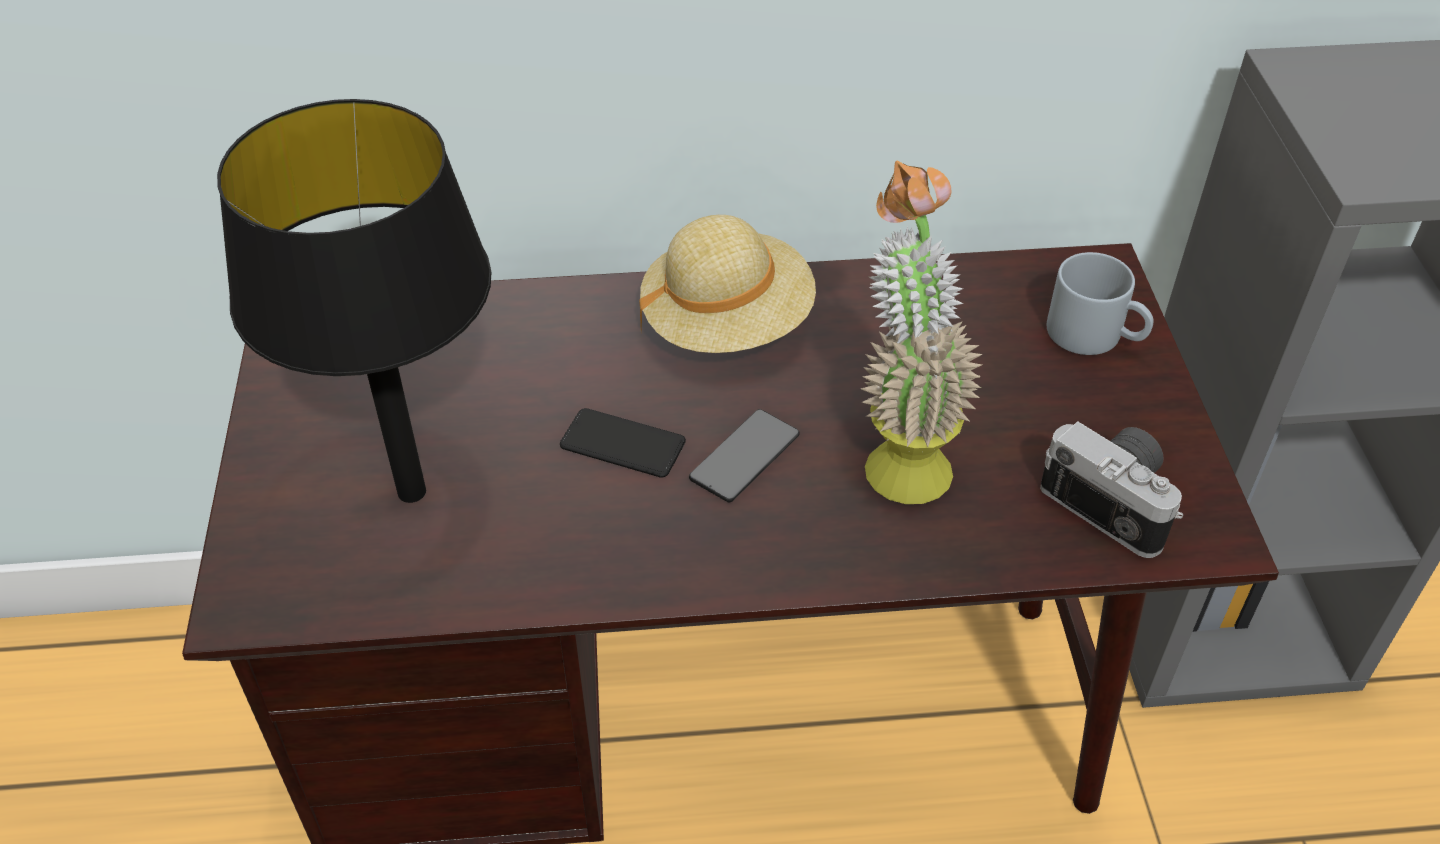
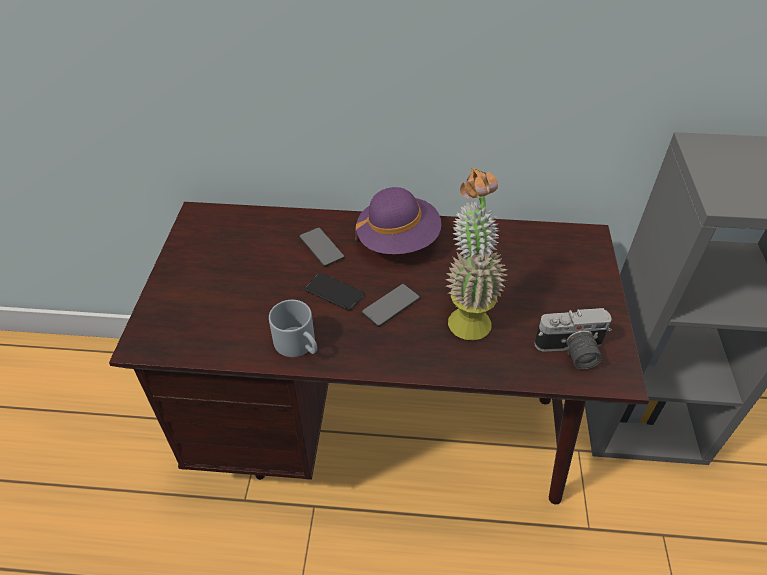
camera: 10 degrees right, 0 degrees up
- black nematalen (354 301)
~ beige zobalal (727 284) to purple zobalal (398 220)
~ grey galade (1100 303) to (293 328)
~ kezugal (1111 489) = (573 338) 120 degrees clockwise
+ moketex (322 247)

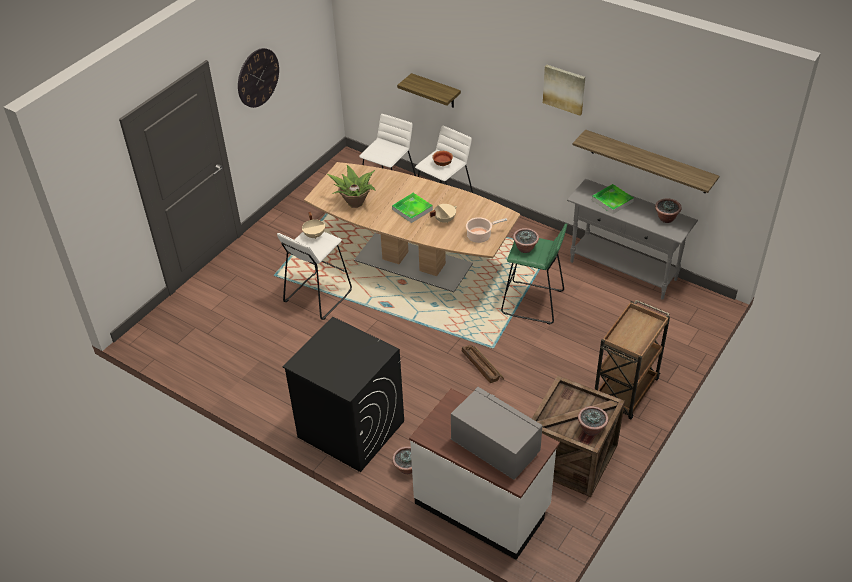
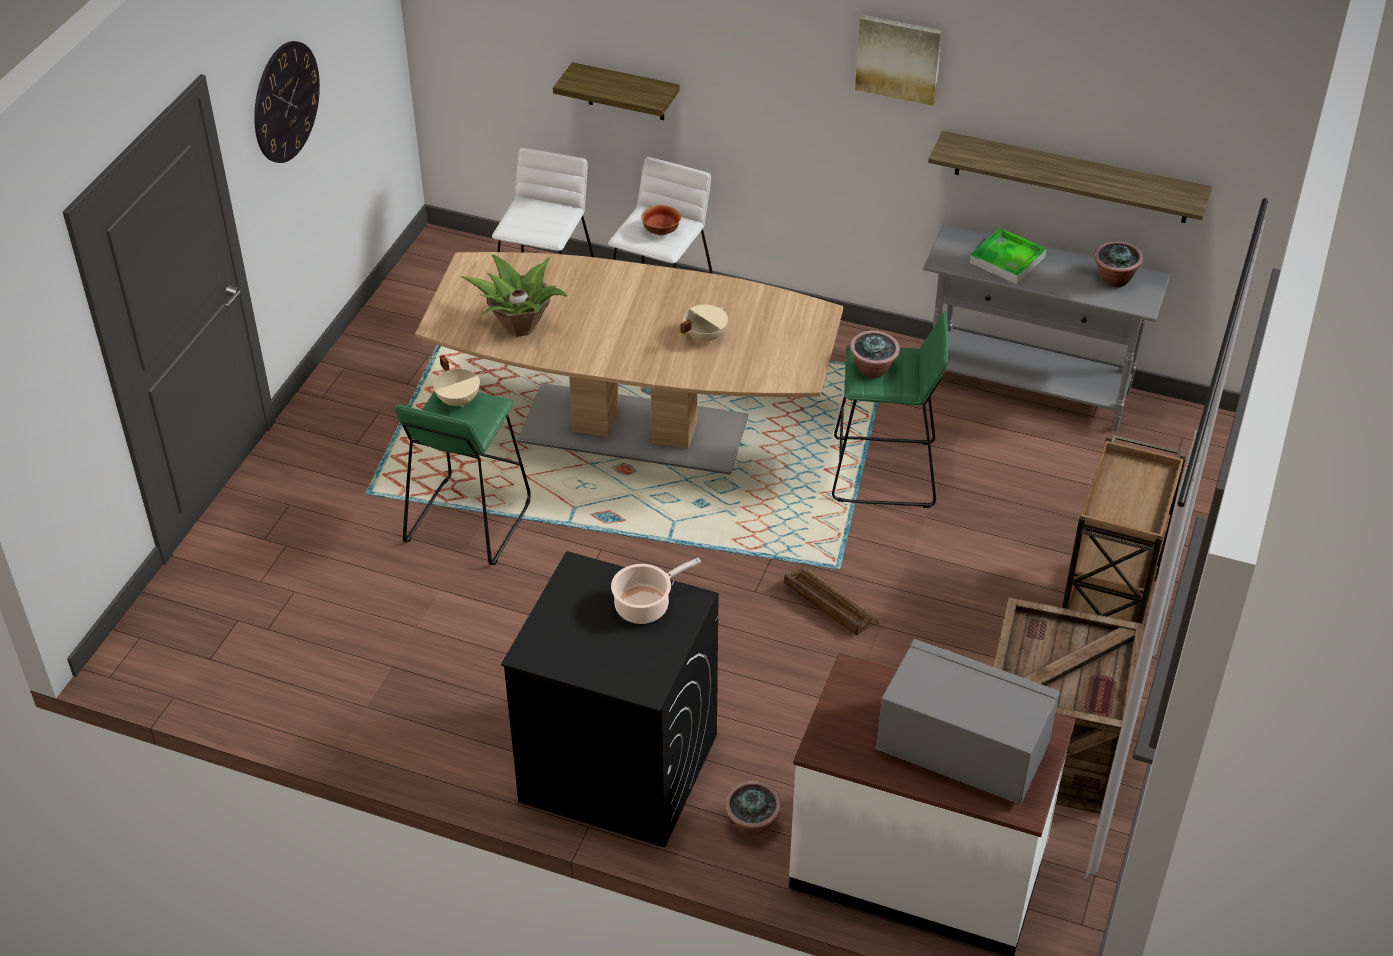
camera: 15 degrees left, 0 degrees up
- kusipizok (412 208)
~ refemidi (486 230) to (656 591)
~ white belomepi (314 276) to green belomepi (462 478)
- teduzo (593 421)

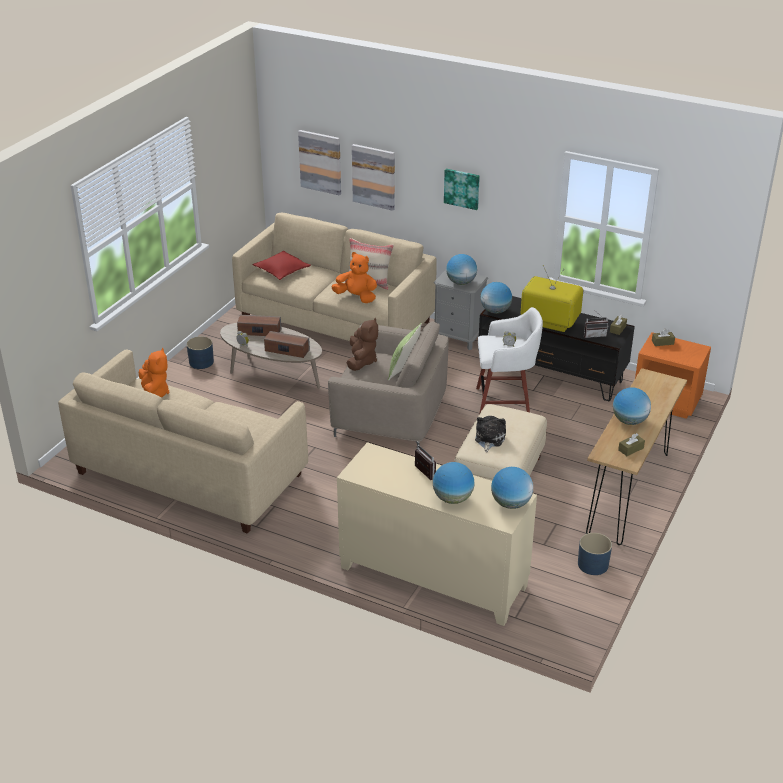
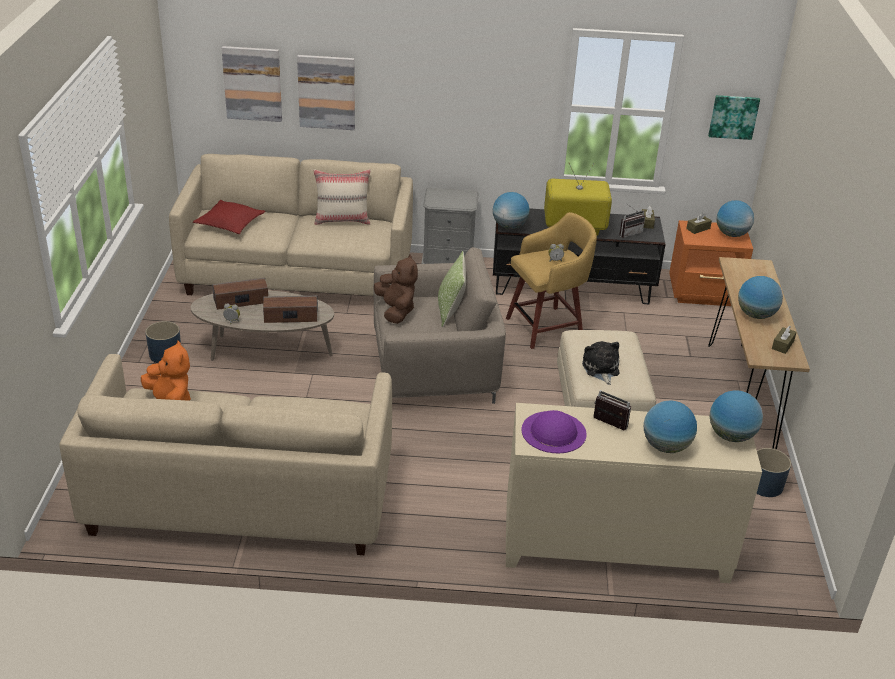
camera: 25 degrees left, 0 degrees up
~ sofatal (462 189) to (734 117)
- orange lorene (354 277)
~ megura (461 269) to (735 218)
~ white belomepi (509 360) to yellow belomepi (551 280)
+ purple zobalal (554 431)

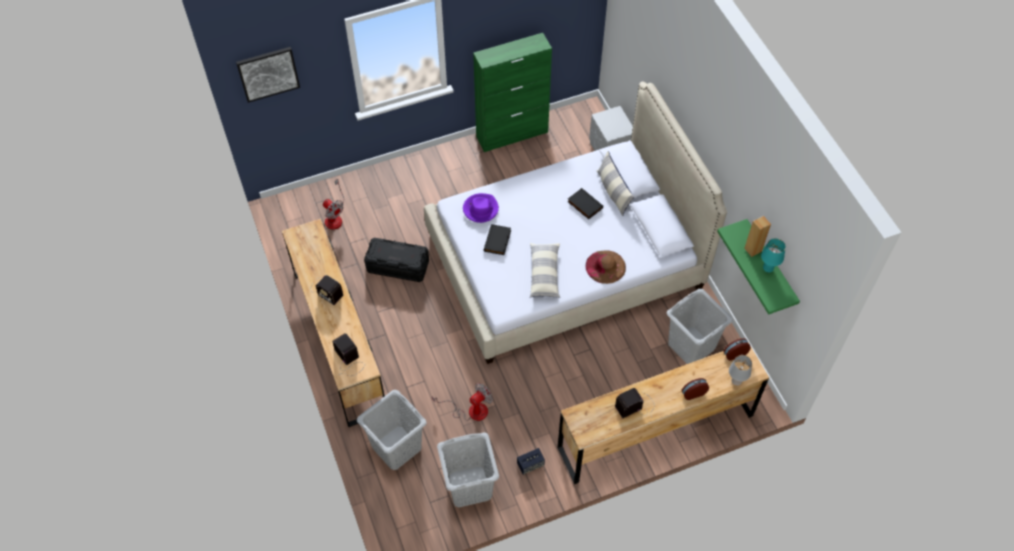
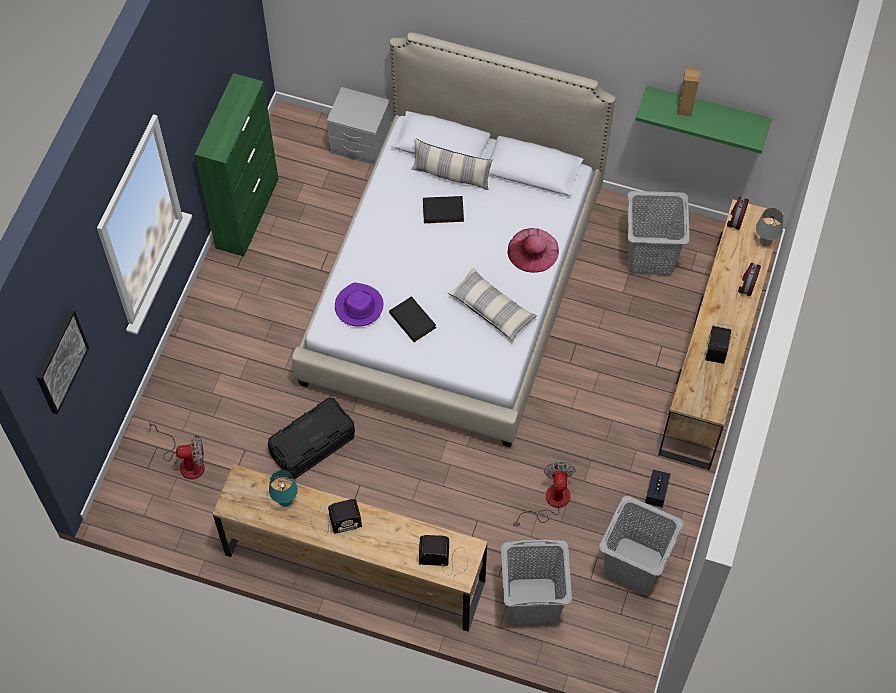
camera: 50 degrees left, 5 degrees up
~ turquoise nematalen (773 255) to (283 488)
~ brown zobalal (605 267) to pink zobalal (533 250)

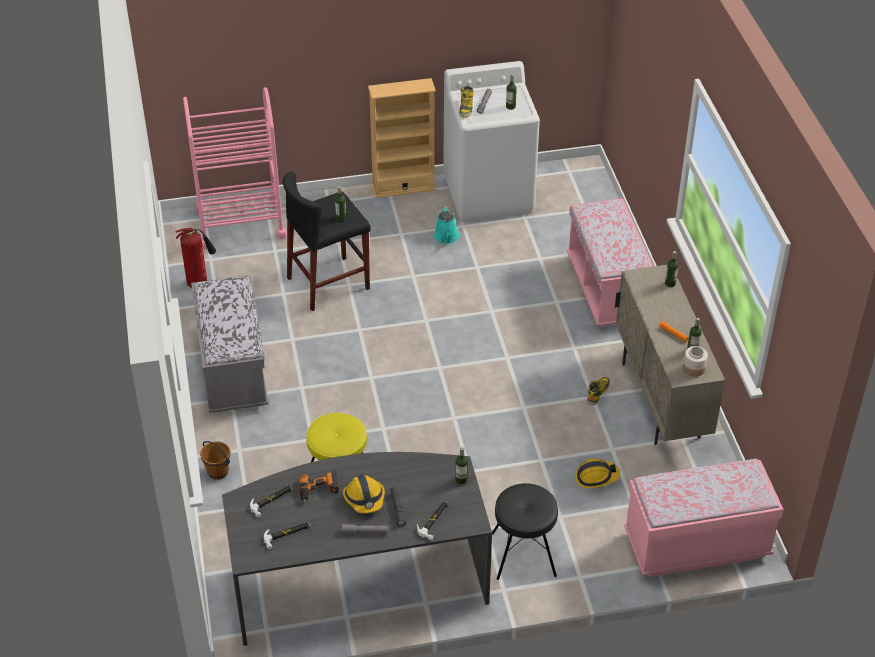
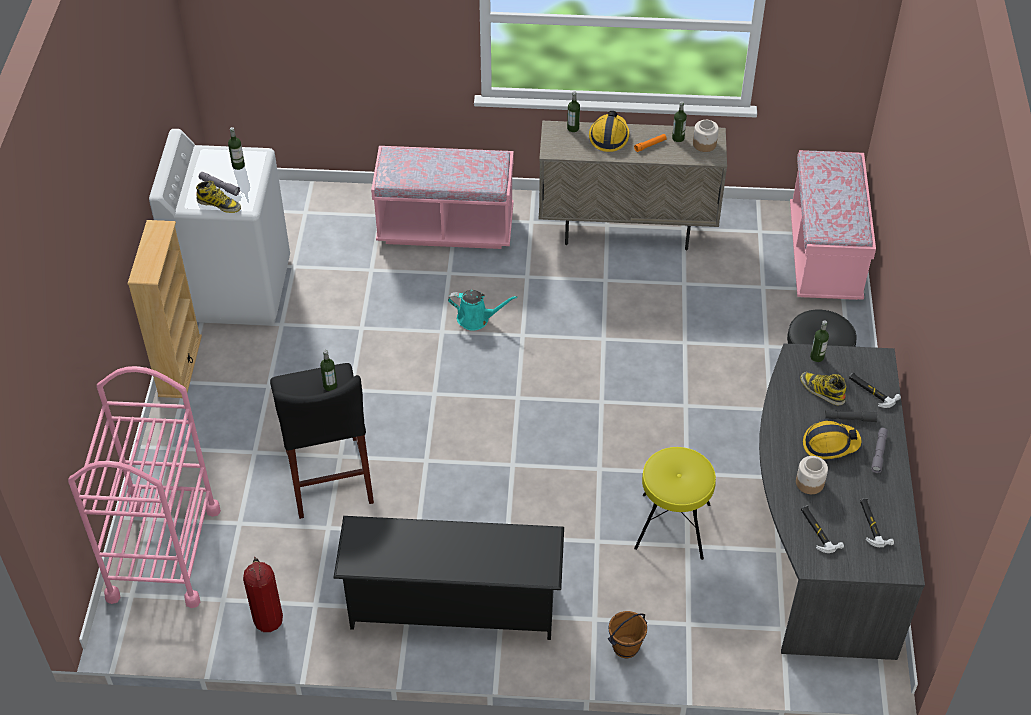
camera: 75 degrees left, 5 degrees up
~ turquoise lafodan (446 225) to (483 310)
~ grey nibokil (230 344) to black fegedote (448 578)
~ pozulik (598 391) to (823 388)
~ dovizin (597 473) to (609 131)
~ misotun (319 486) to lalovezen (812 475)

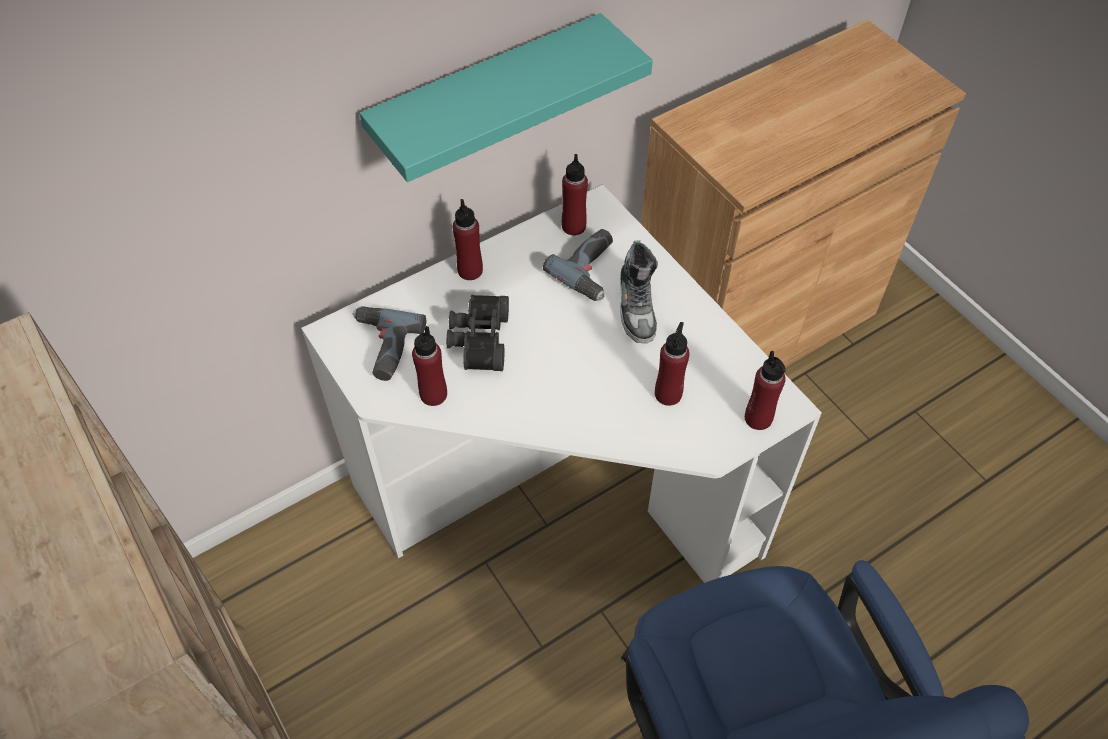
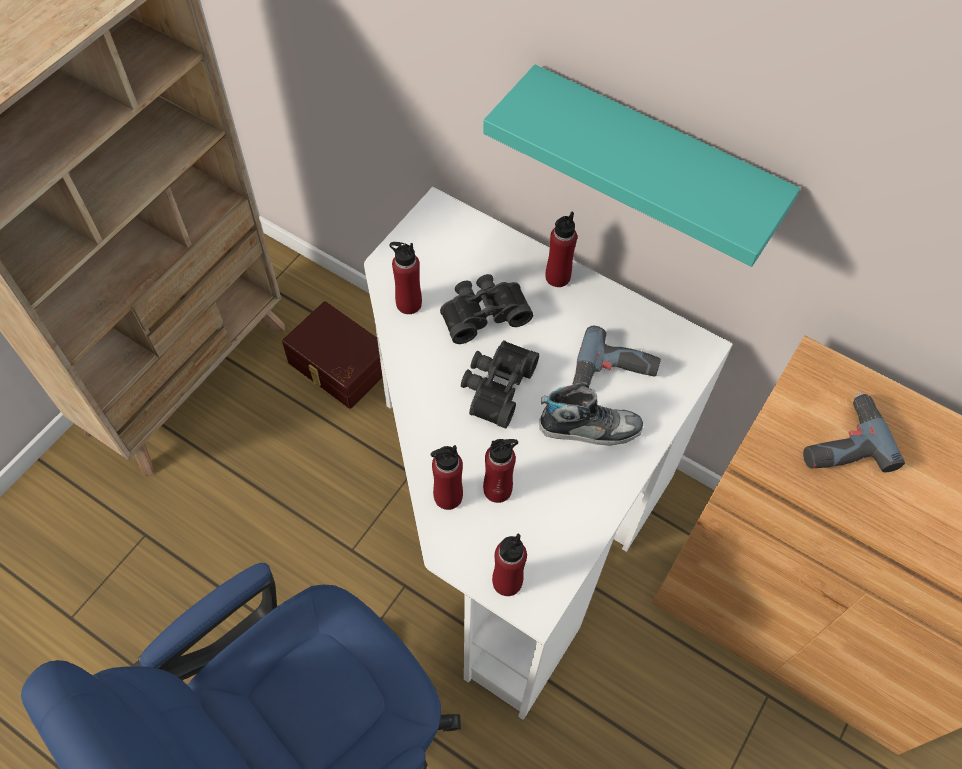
camera: 65 degrees right, 5 degrees up
~ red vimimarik (575 194) to (447 477)
~ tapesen (639 292) = (591 414) 150 degrees counterclockwise
~ misotun (389 343) to (854 432)
+ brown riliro (332 355)
+ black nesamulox (500 384)

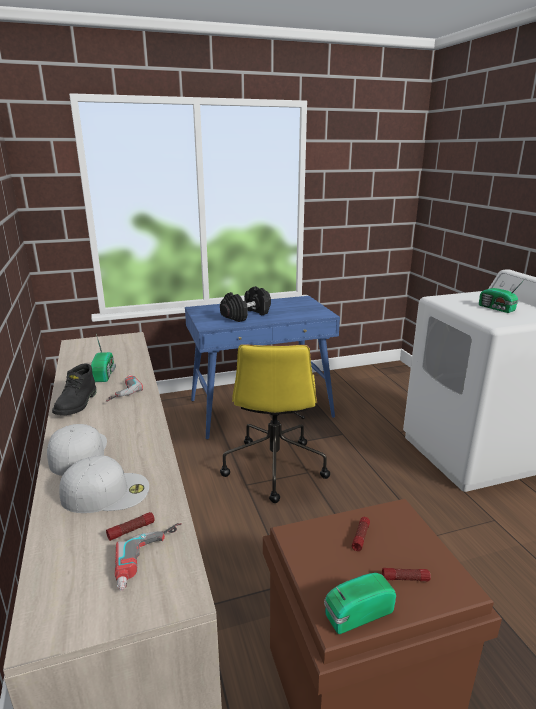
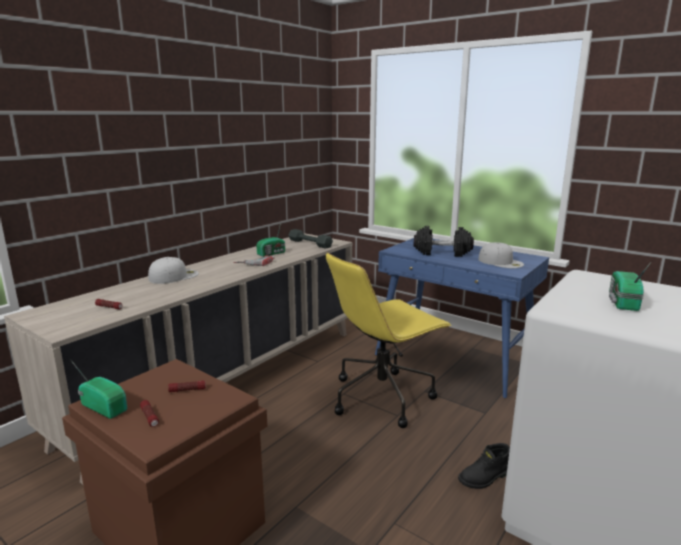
camera: 55 degrees right, 5 degrees down
~ black pozulik (74 389) to (484 466)
~ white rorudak (104 484) to (501 255)
- misotun (148 557)
+ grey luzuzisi (310 239)

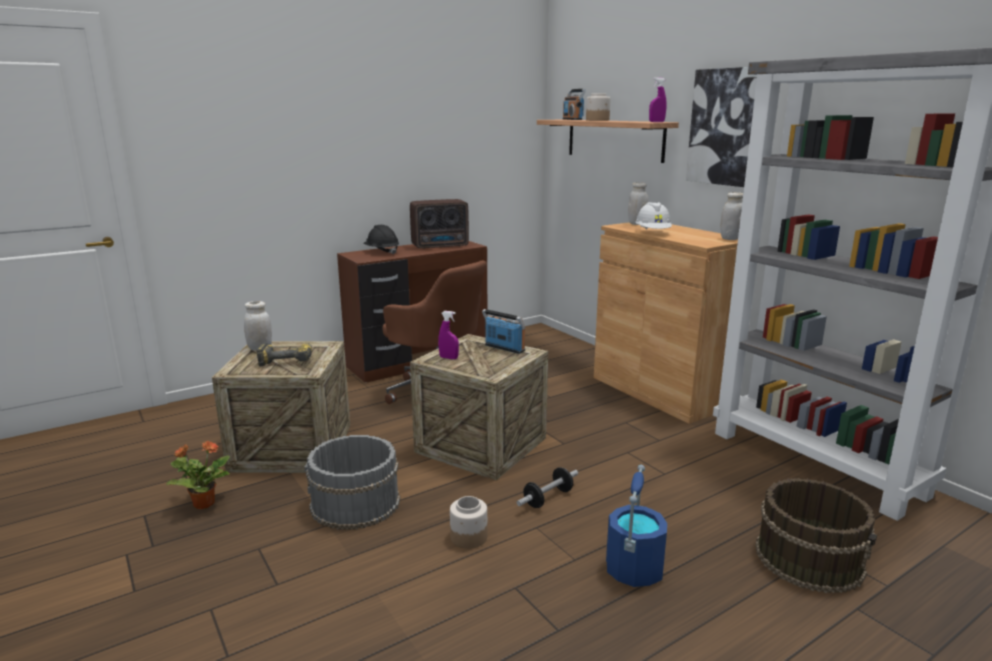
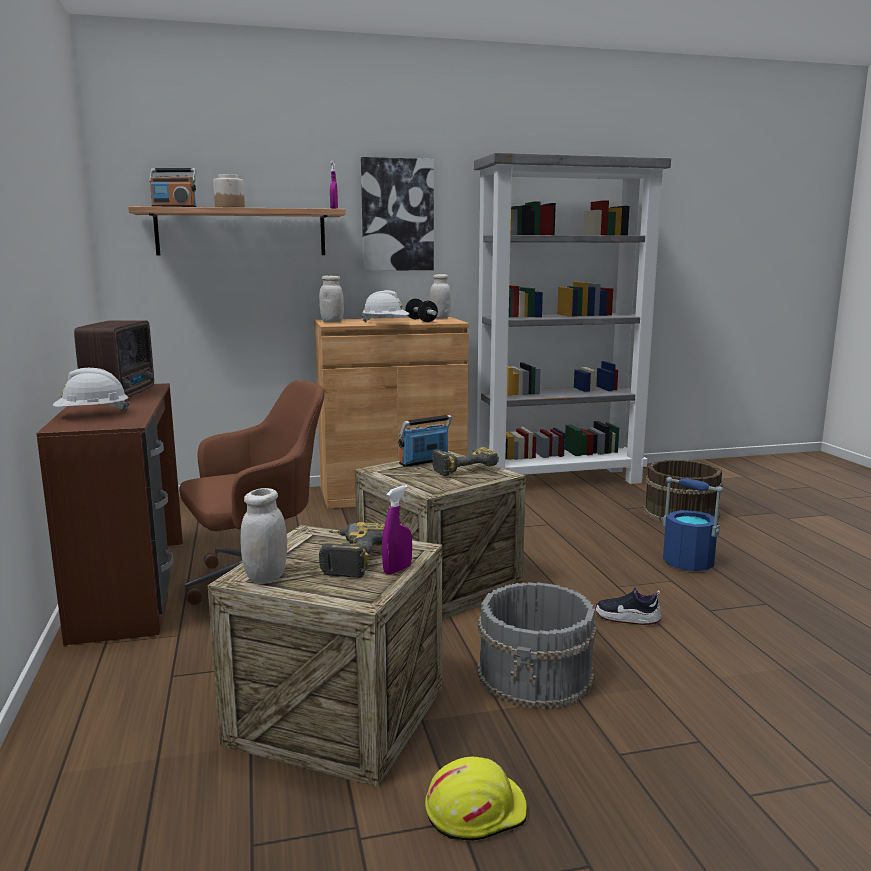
camera: 70 degrees left, 5 degrees down
~ black dovizin (381 240) to white dovizin (91 390)
~ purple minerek (448 335) to (397 530)
~ teduzo (198 475) to yellow dovizin (476 799)
~ luzuzisi (547 487) to (421 310)
~ lalovezen (468 522) to tapesen (628 606)
+ misotun (465 461)

